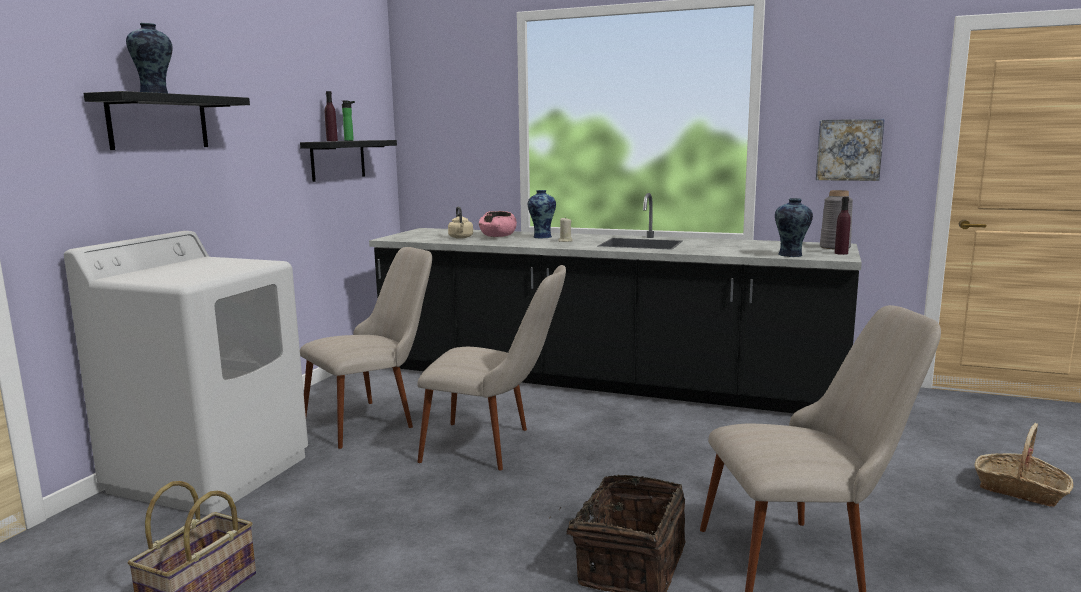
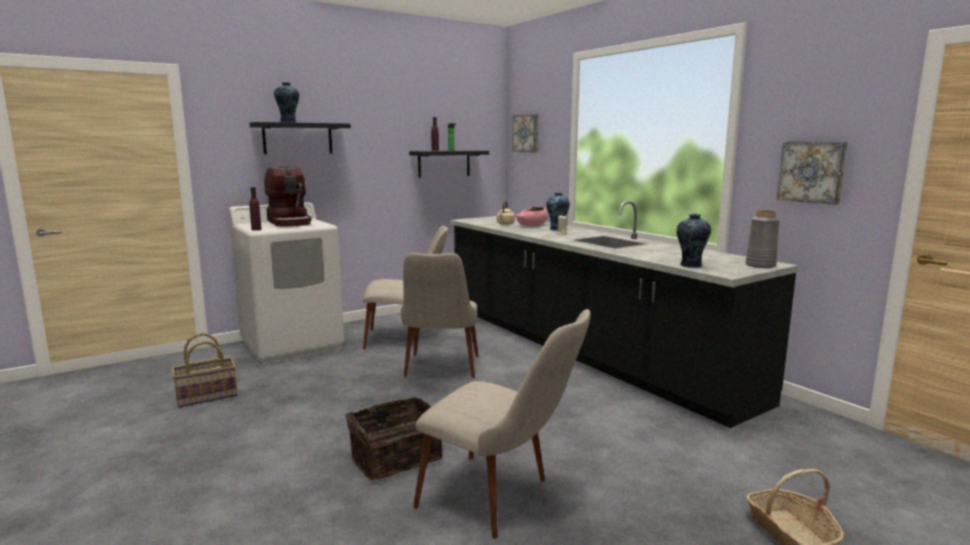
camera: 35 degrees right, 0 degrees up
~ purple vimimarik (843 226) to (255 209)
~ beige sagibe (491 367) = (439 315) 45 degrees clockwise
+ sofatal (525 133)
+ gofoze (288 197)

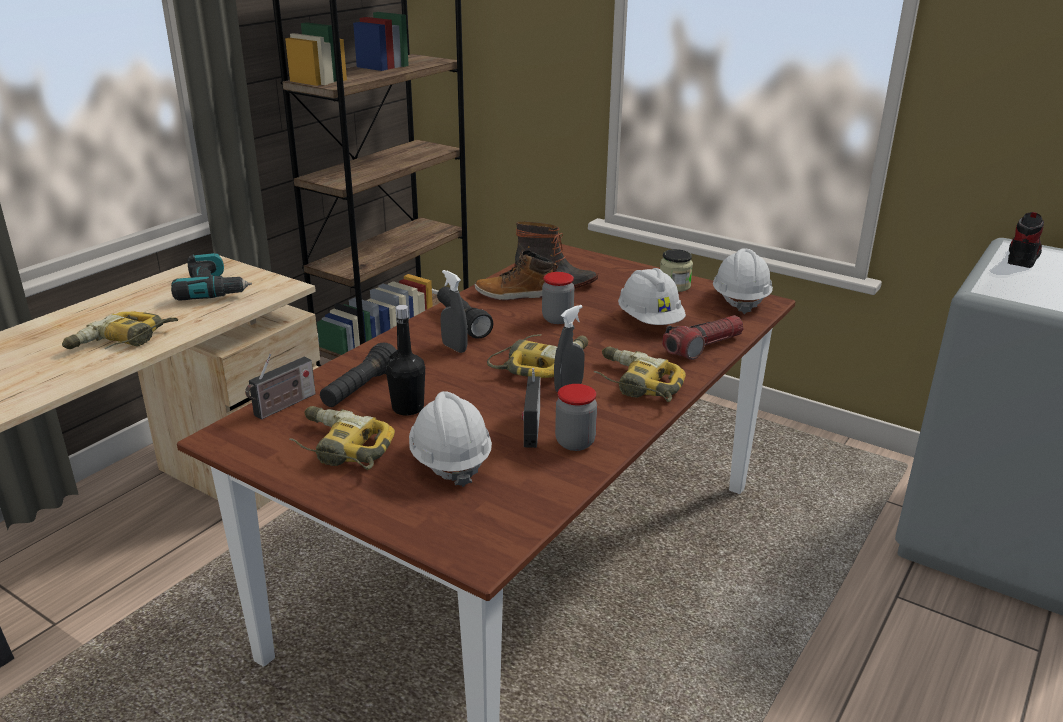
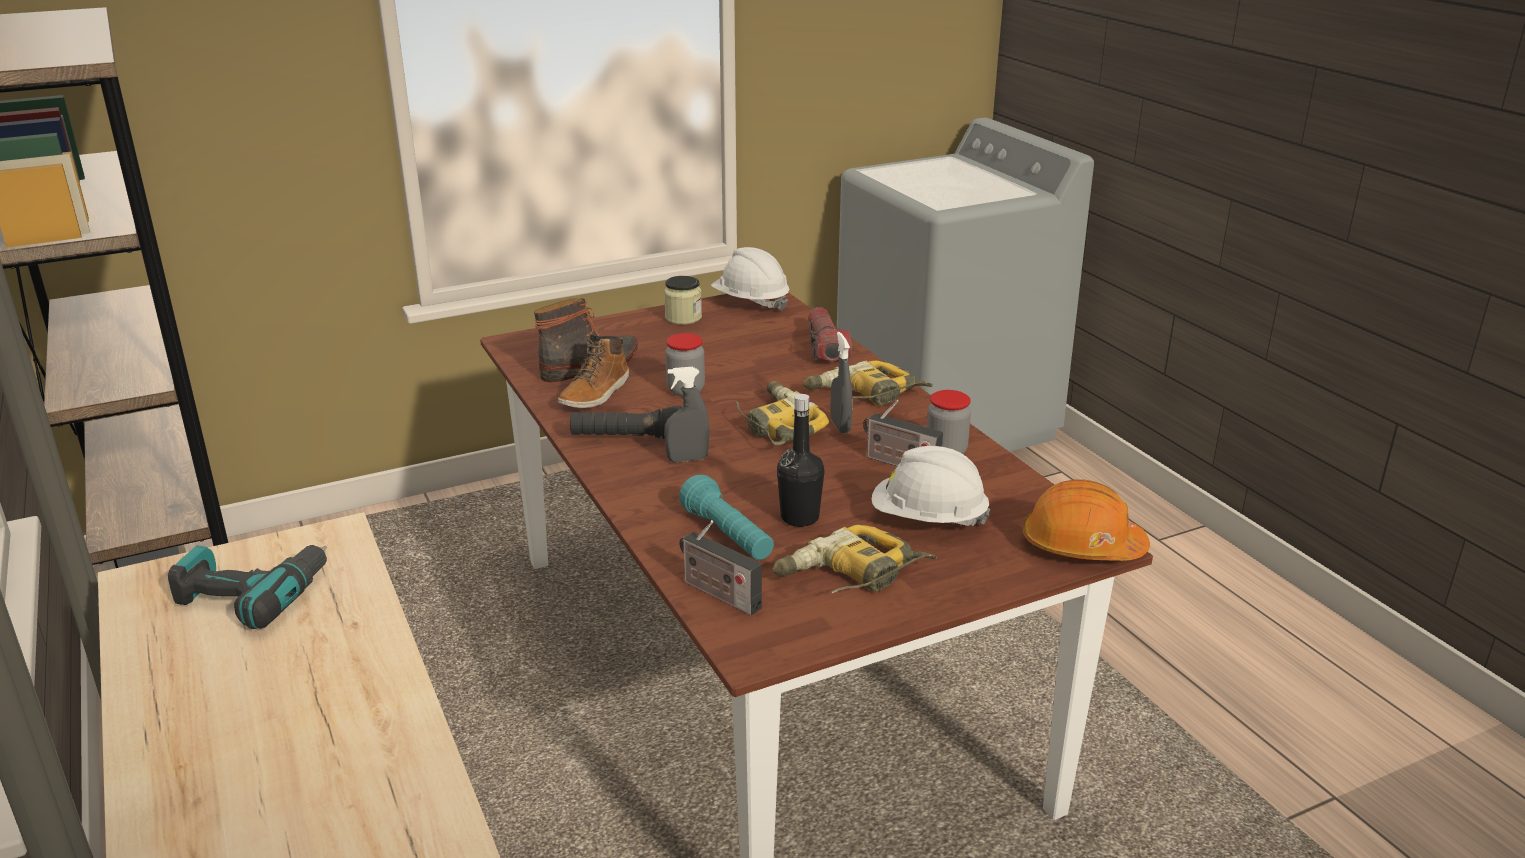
camera: 60 degrees left, 0 degrees up
- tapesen (1026 240)
- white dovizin (652 296)
- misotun (120 330)
~ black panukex (358 375) to turquoise panukex (726 517)
~ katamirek (280 387) = (720 568) 150 degrees clockwise
+ orange dovizin (1086 520)

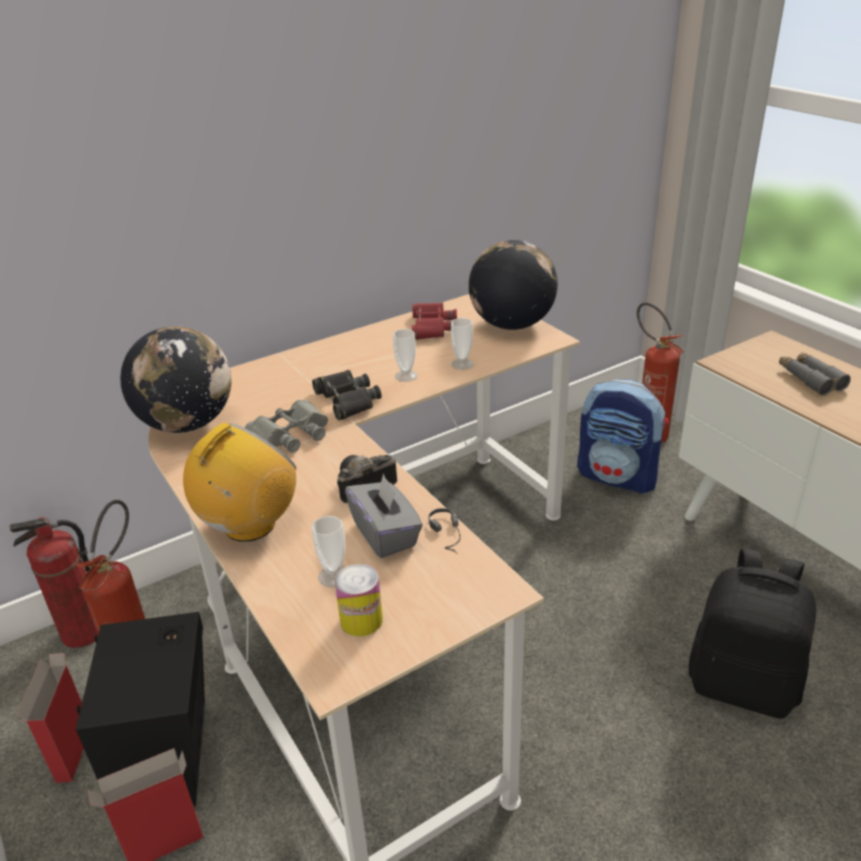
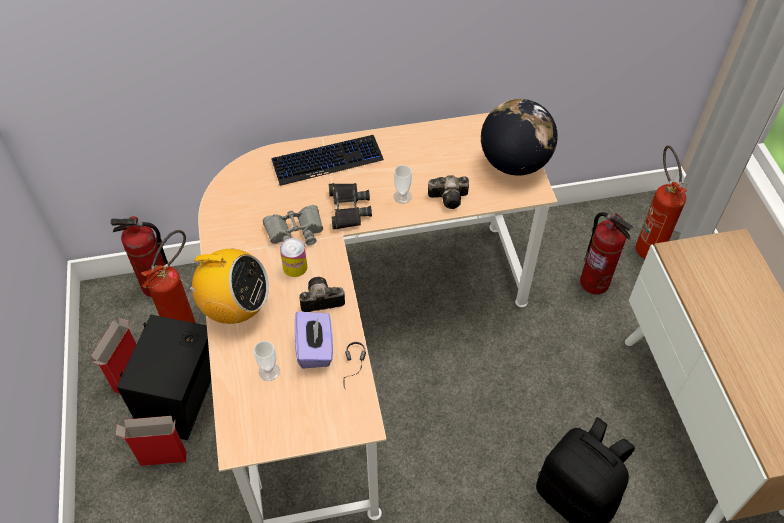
camera: 20 degrees right, 20 degrees up
- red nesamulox (434 321)
~ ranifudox (462 344) to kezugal (448 192)
- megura (176 379)
- grey nesamulox (815 373)
~ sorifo (623 436) to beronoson (606 253)
~ katamirek (239 482) = (224 286) 45 degrees clockwise
~ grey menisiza (384 515) to purple menisiza (314 340)
~ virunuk (359 600) to (293 257)
+ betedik (327 160)

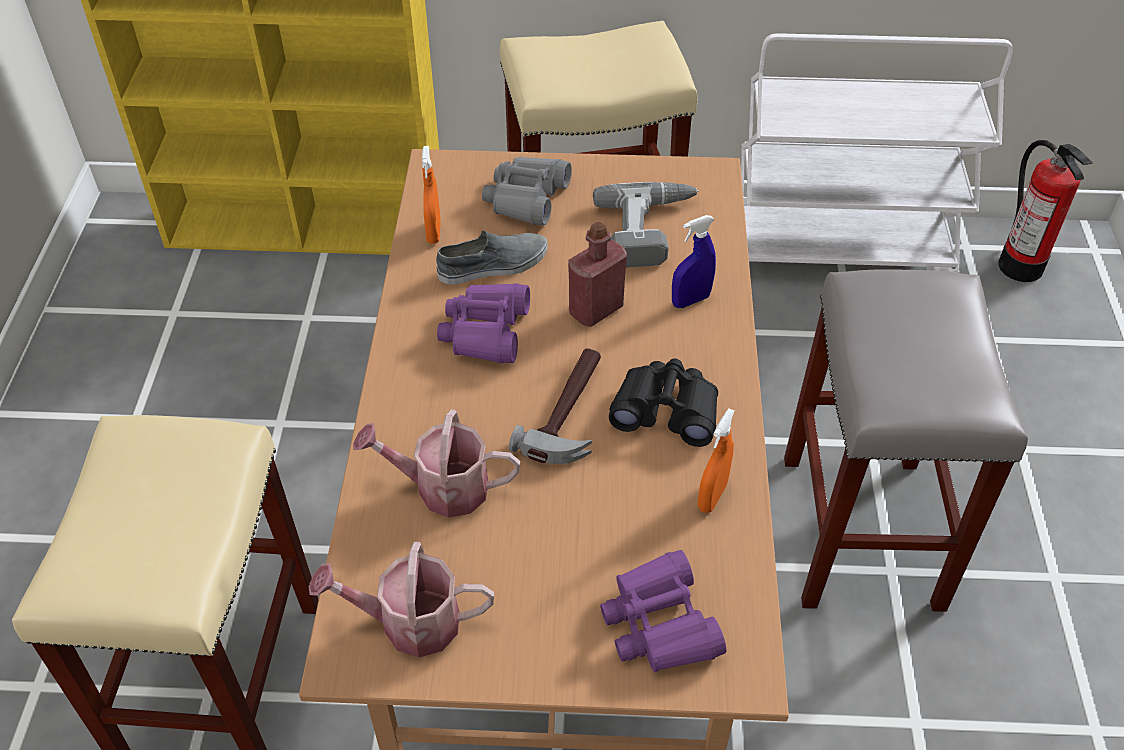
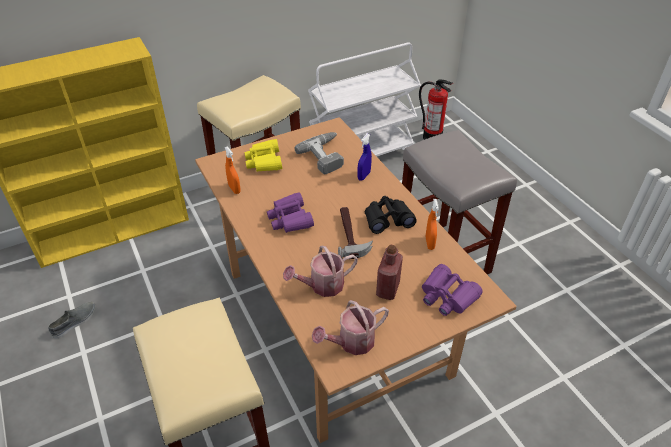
camera: 30 degrees left, 5 degrees down
~ grey nesamulox (527 191) to yellow nesamulox (263 155)
~ red vimimarik (597 274) to (389 272)
~ grey tapesen (492 258) to (72 320)

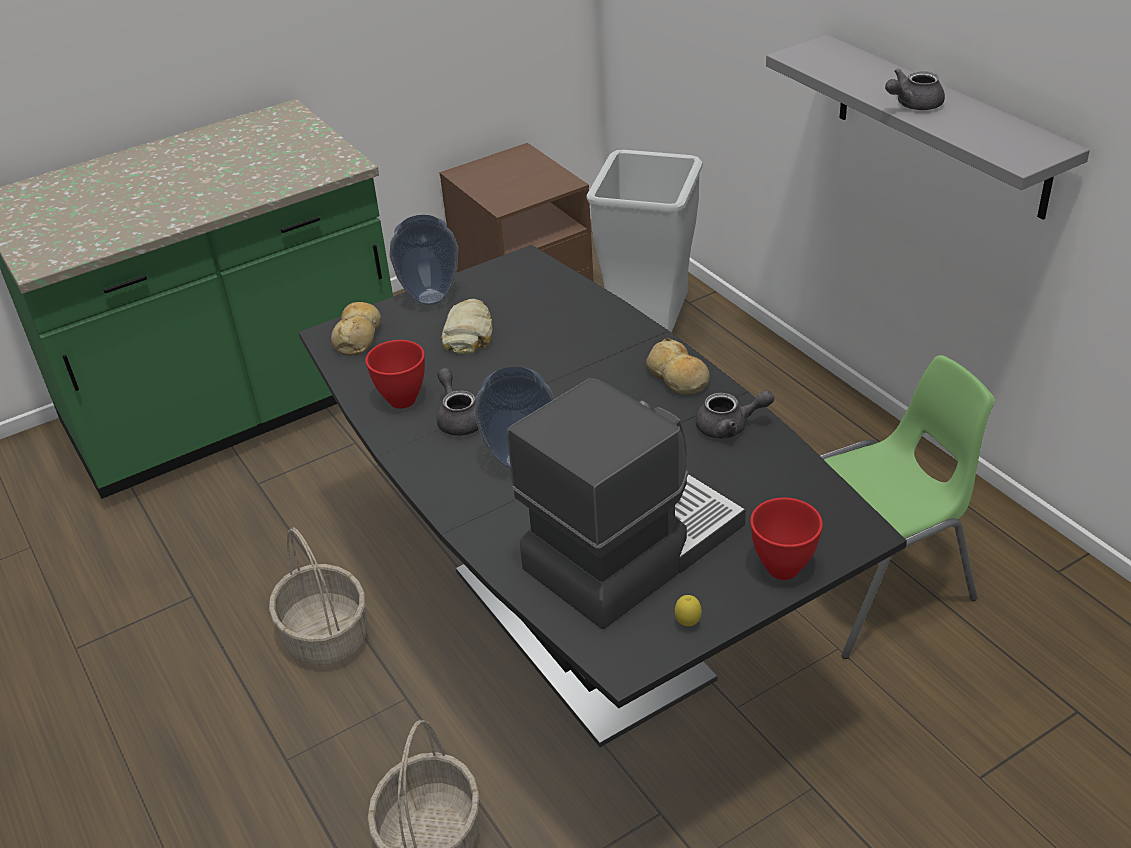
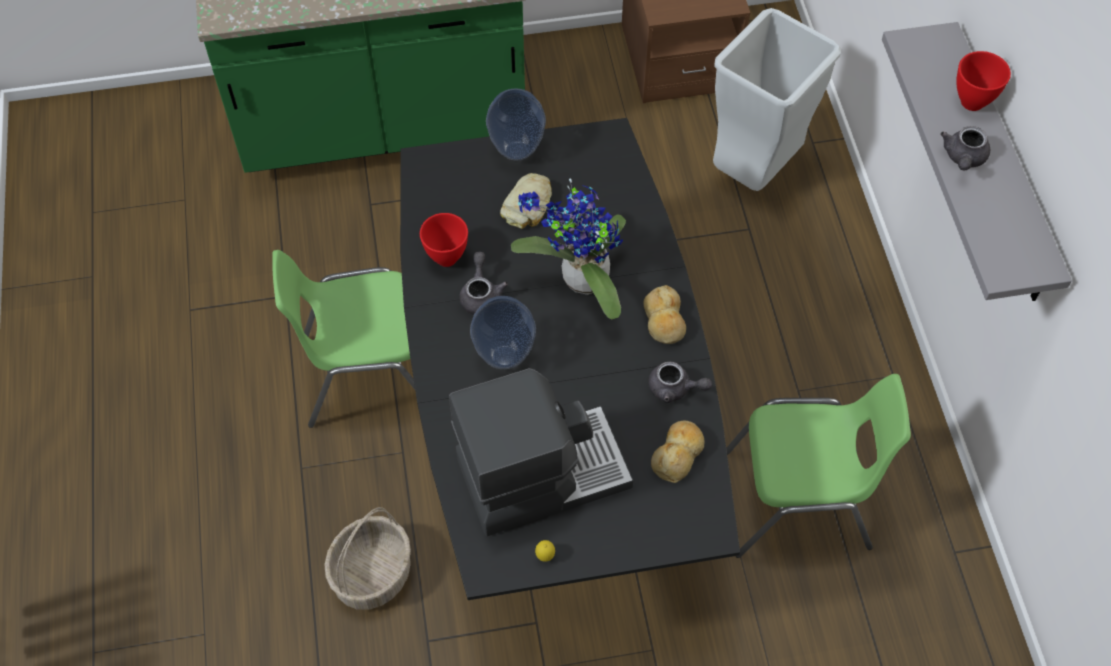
camera: 20 degrees right, 20 degrees up
~ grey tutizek (915 89) = (965 148) 60 degrees counterclockwise
~ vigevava (356 329) to (678 452)
~ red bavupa (786 539) to (983 81)
~ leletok (318 596) to green sagibe (343 339)
+ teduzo (568 249)

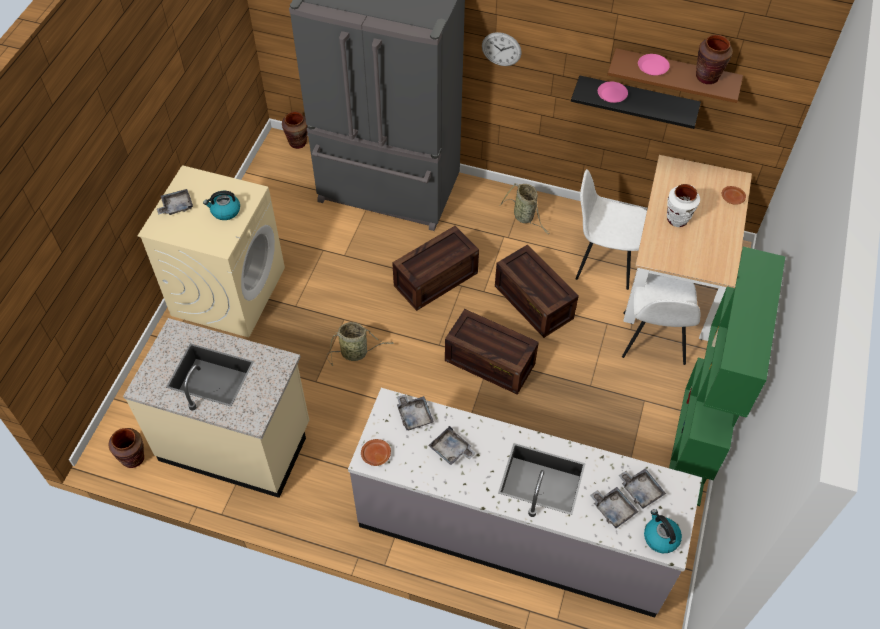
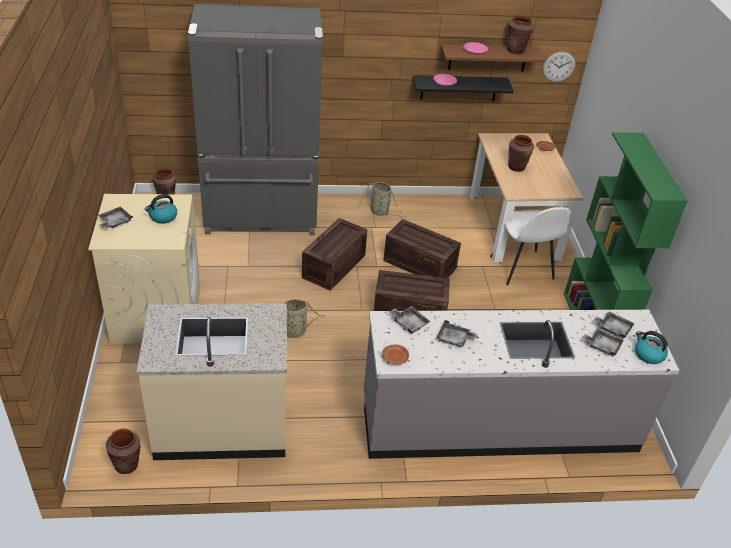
camera: 25 degrees left, 15 degrees down
~ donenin (502 49) to (559 67)
- white sagibe (611 229)
~ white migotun (683 205) to brown migotun (521 153)

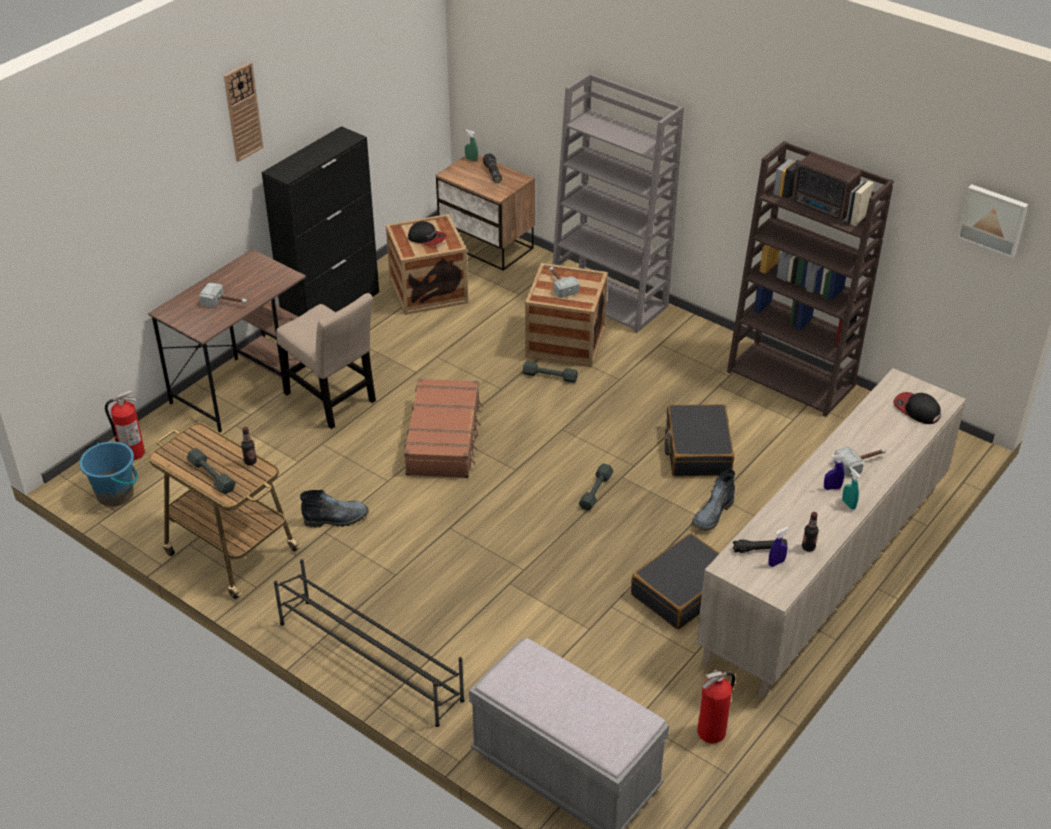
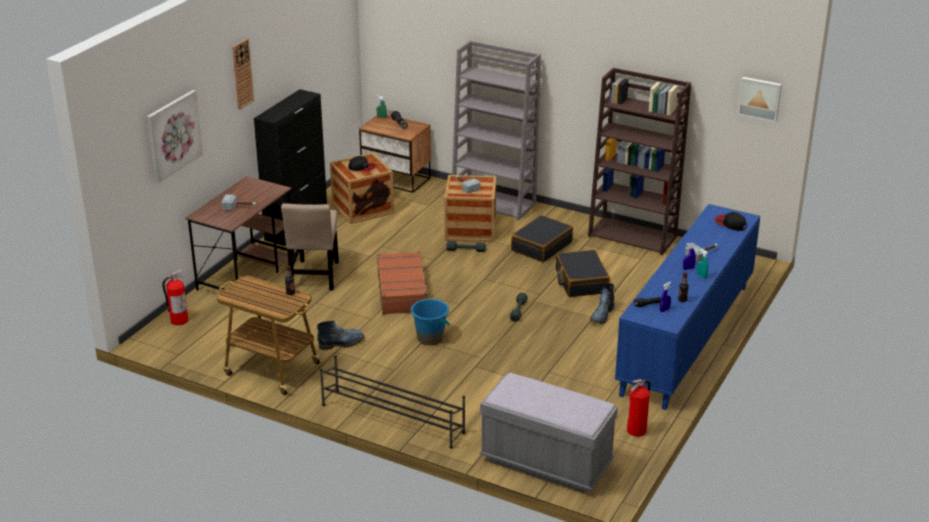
camera: 10 degrees left, 10 degrees down
- katamirek (826 187)
~ beige sagibe (326 361) = (310 246) 60 degrees clockwise
~ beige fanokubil (831 533) to blue fanokubil (687 307)
~ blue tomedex (108 474) to (430 322)
- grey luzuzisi (211 471)
~ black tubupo (675 581) to (542 238)
+ sofatal (175 136)

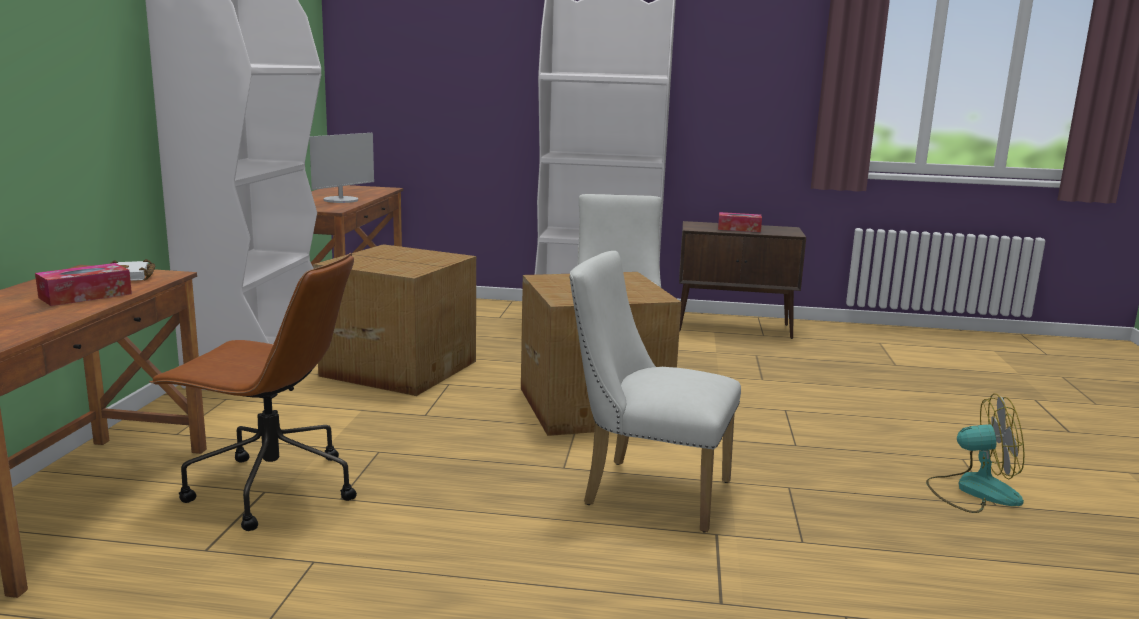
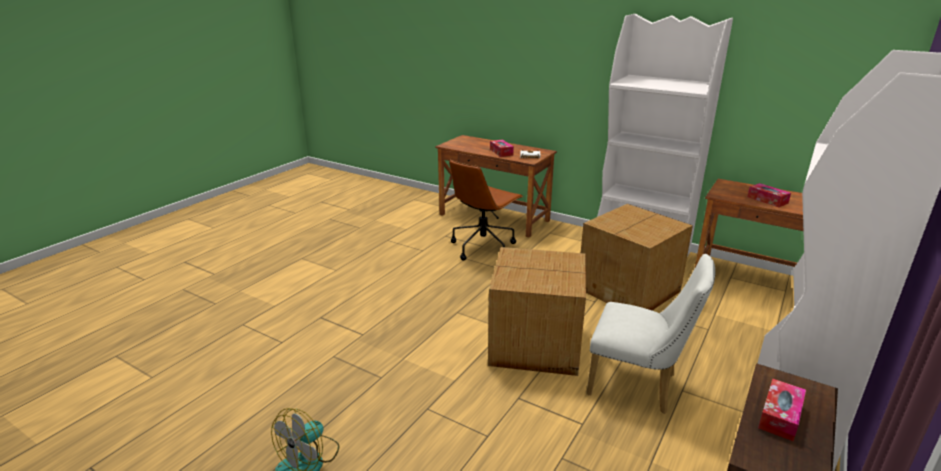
camera: 115 degrees right, 10 degrees up
~ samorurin (341 168) to menisiza (769 195)
- white sagibe (655 392)

